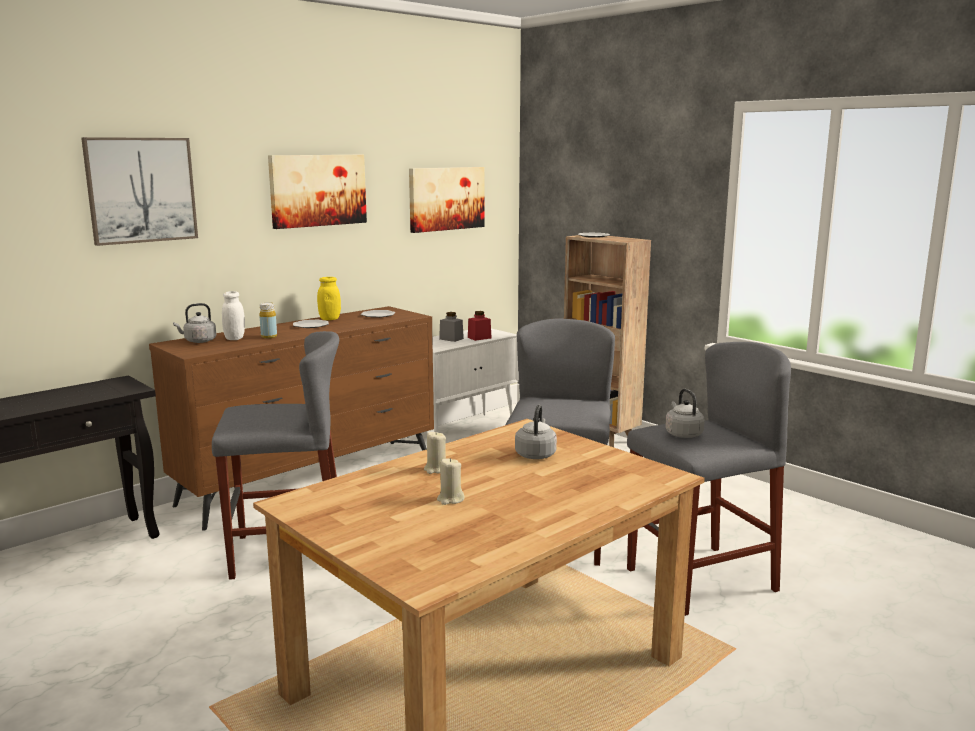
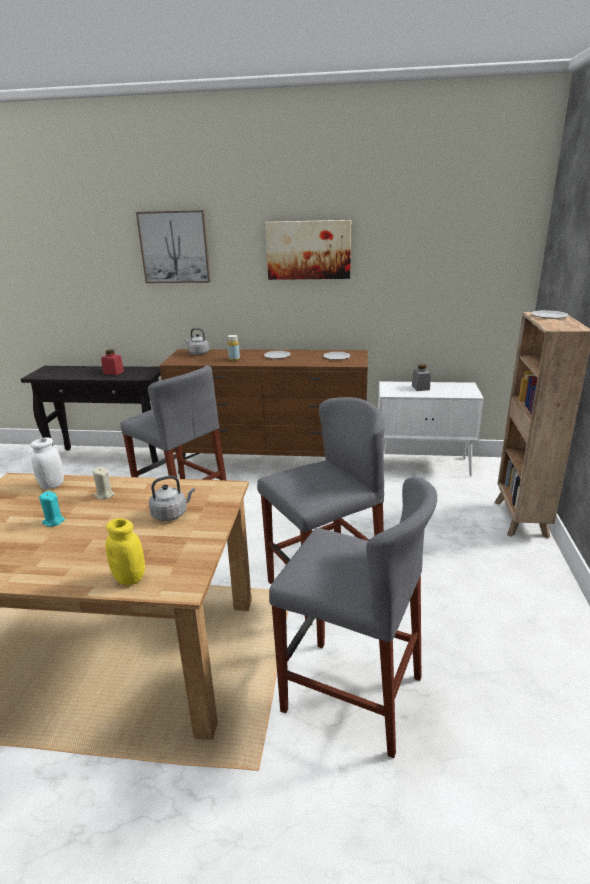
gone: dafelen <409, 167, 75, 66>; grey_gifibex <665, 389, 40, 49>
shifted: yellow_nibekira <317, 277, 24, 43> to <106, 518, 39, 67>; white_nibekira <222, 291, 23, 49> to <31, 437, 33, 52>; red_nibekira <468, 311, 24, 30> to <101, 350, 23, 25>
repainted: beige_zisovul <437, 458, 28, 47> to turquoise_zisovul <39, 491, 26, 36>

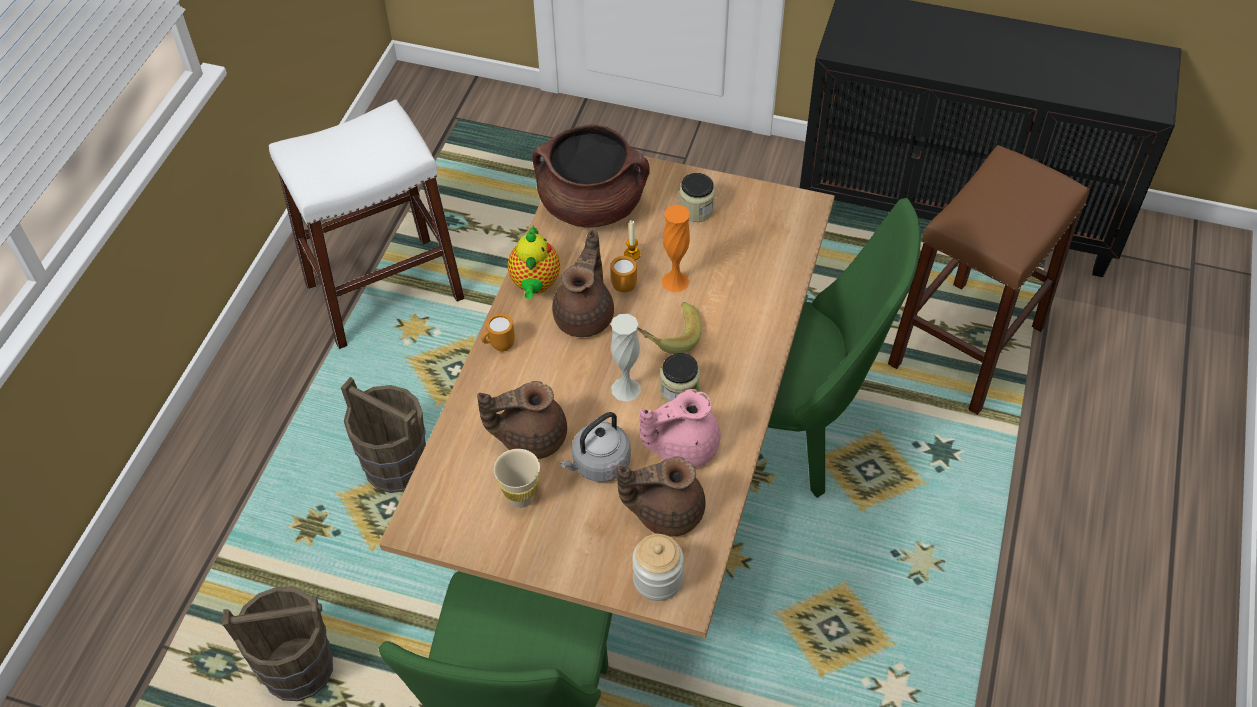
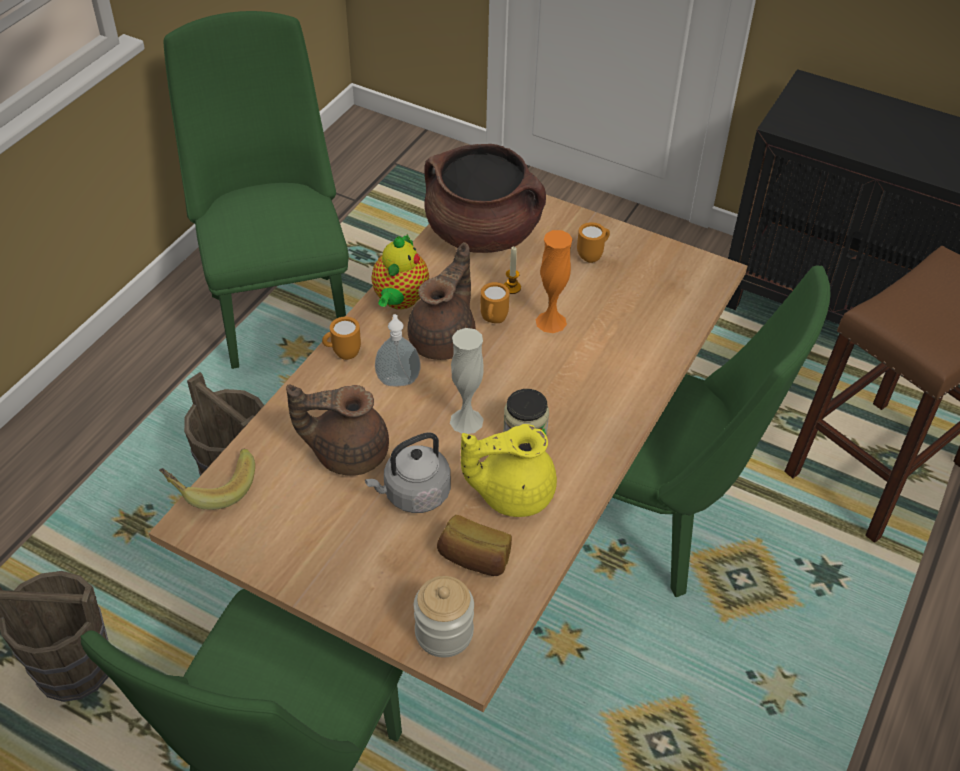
gone: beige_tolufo <494, 449, 46, 59>
new: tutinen <375, 314, 45, 72>
shifted: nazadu <637, 302, 65, 52> to <159, 449, 96, 61>
swapped: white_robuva <269, 100, 196, 249> to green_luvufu <164, 11, 185, 358>; nibekira <679, 173, 36, 49> to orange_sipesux <577, 222, 33, 41>; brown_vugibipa <618, 456, 88, 81> to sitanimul <437, 515, 75, 61>
repainted: pink_vugibipa <640, 389, 81, 79> to yellow_vugibipa <461, 424, 96, 93>

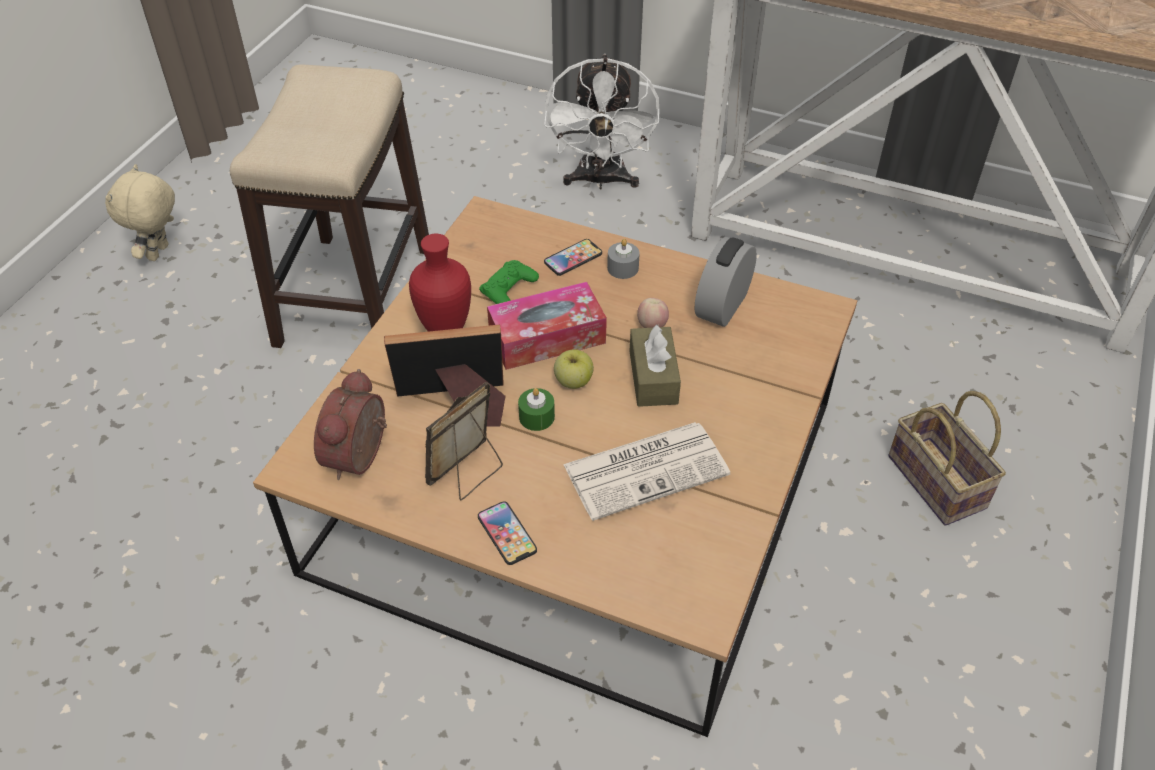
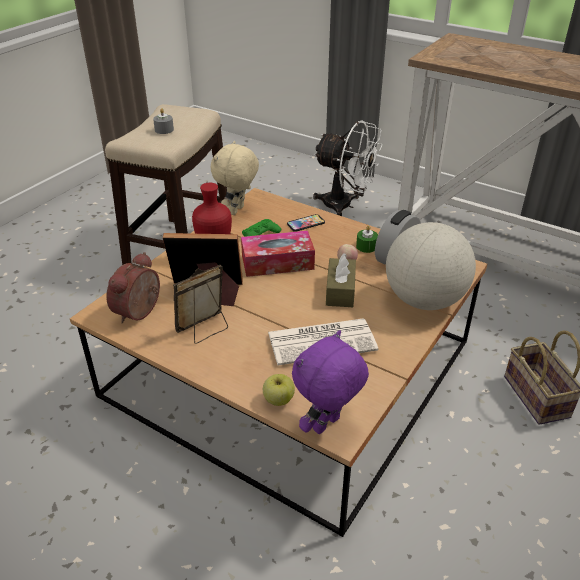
gone: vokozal <478, 501, 59, 64>
new: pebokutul <386, 222, 90, 88>; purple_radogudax <292, 330, 77, 104>
shifted: beige_radogudax <105, 164, 70, 97> to <211, 141, 48, 74>; grey_zisovul <607, 239, 33, 40> to <153, 108, 21, 26>; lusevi <554, 349, 40, 40> to <263, 374, 32, 32>; green_zisovul <518, 388, 37, 43> to <356, 225, 22, 28>
rotated: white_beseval <544, 53, 116, 137> = <313, 121, 69, 95> 75 degrees counterclockwise

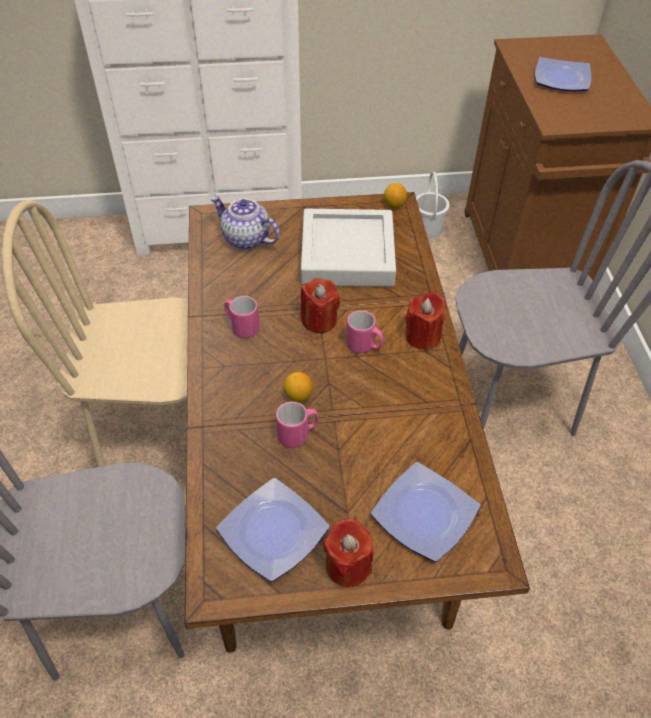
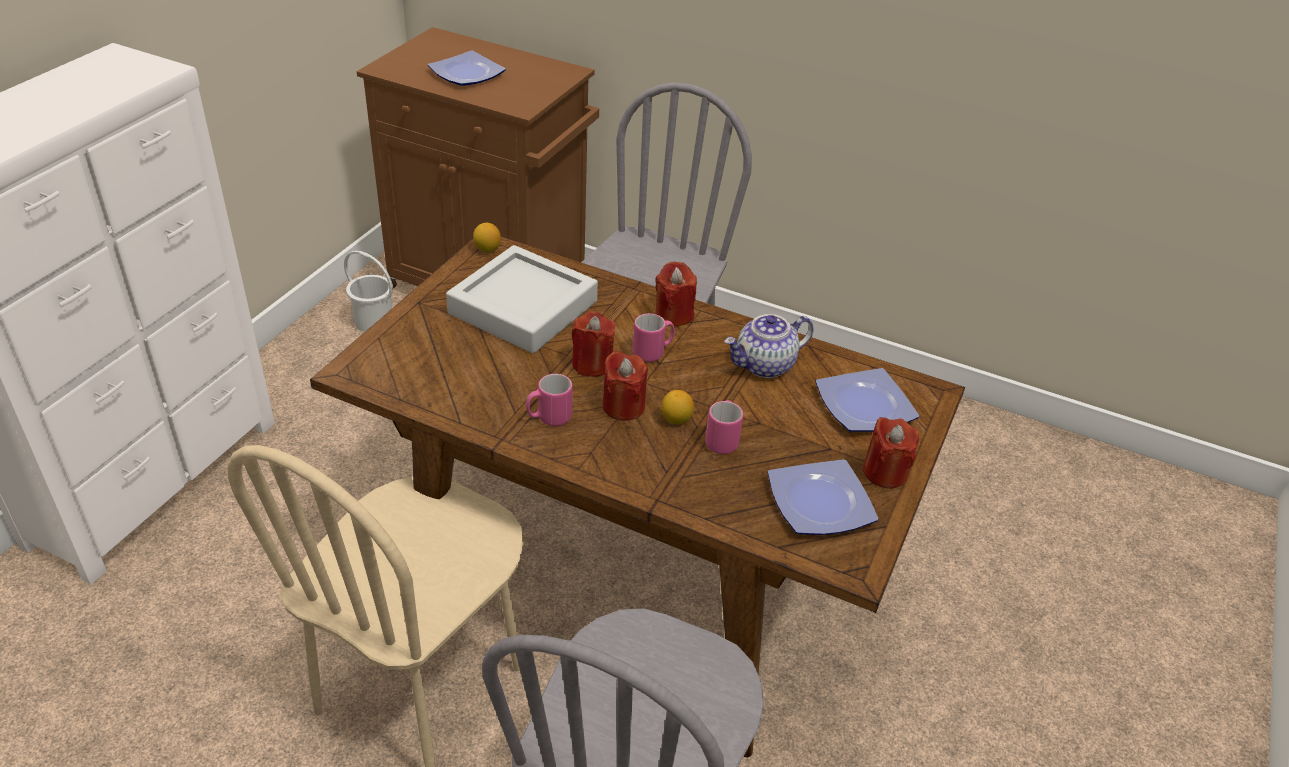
new: red_zisovul <603, 351, 45, 70>
shifted: vugibipa <211, 196, 69, 54> to <724, 314, 90, 64>

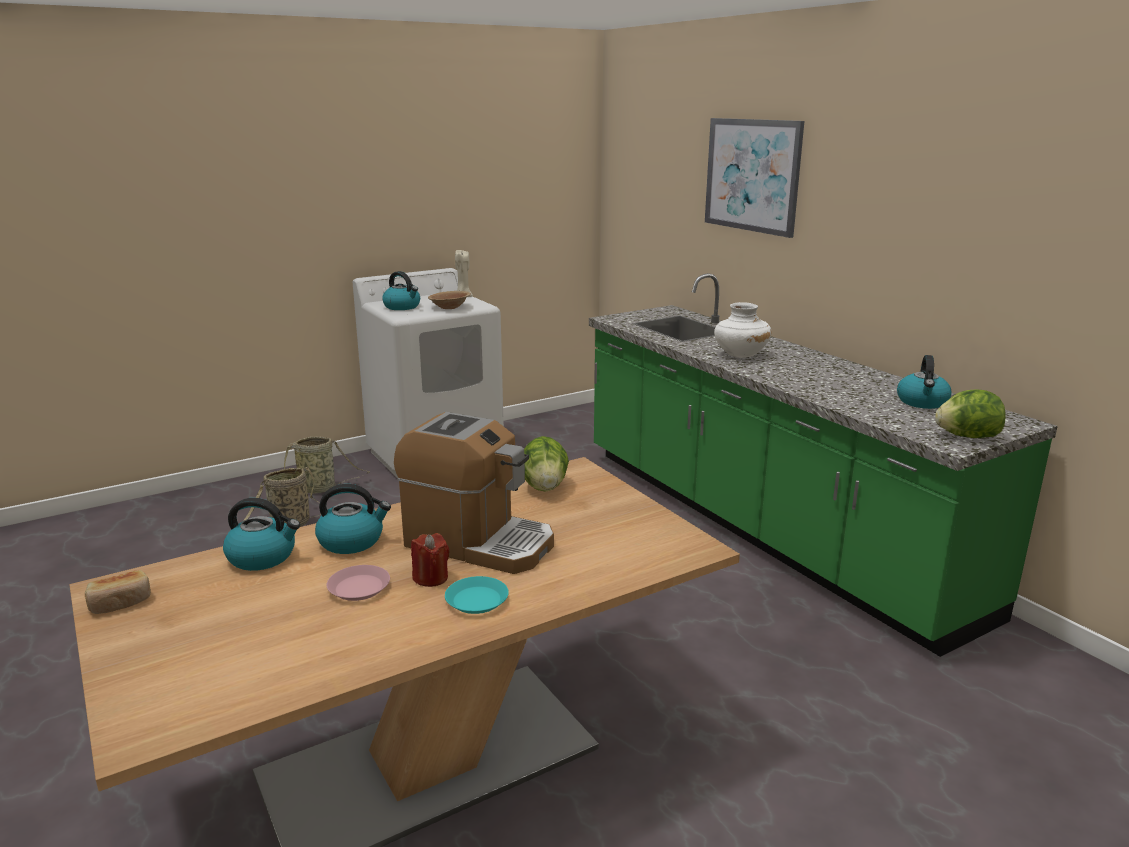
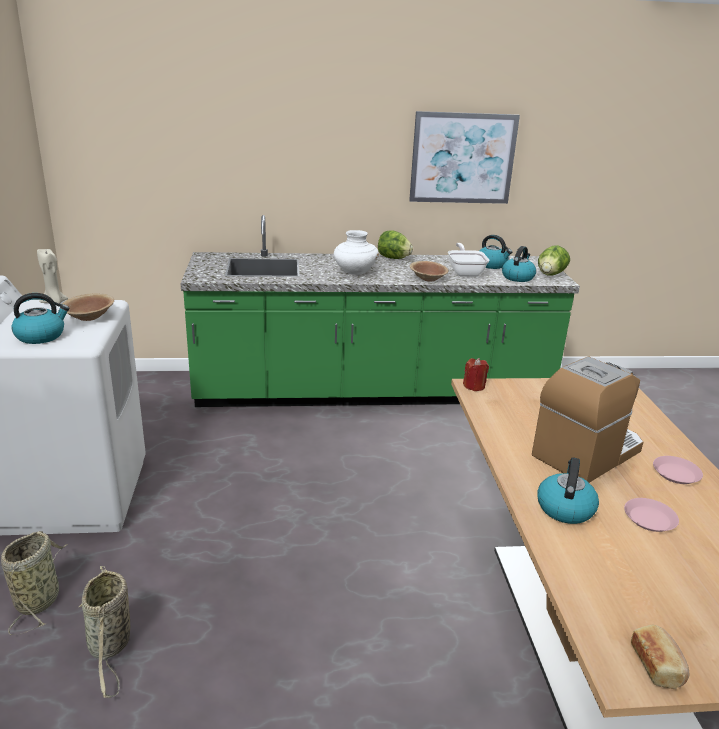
new: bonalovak <448, 243, 41, 34>; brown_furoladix <410, 261, 39, 21>
shifted: dafelen <705, 118, 99, 120> to <409, 111, 111, 93>; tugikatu <524, 436, 45, 56> to <378, 230, 35, 29>; gifibex <223, 498, 77, 73> to <502, 246, 34, 36>; red_zisovul <411, 533, 38, 54> to <463, 358, 26, 33>
repainted: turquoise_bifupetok <445, 576, 64, 38> to pink_bifupetok <653, 456, 50, 28>

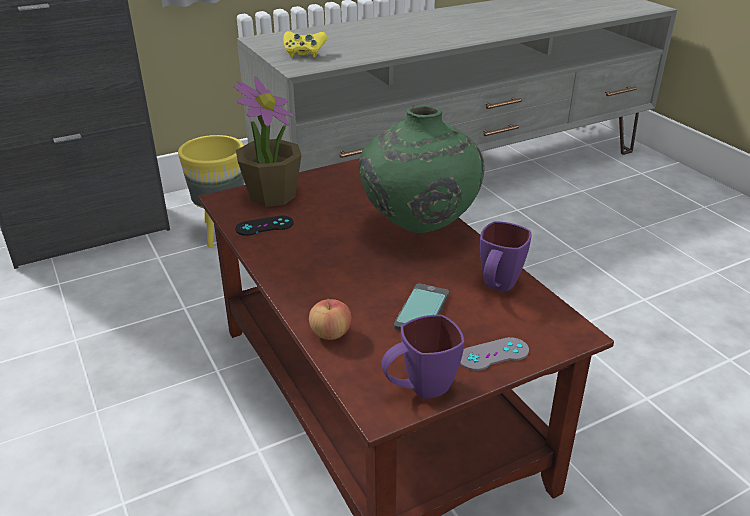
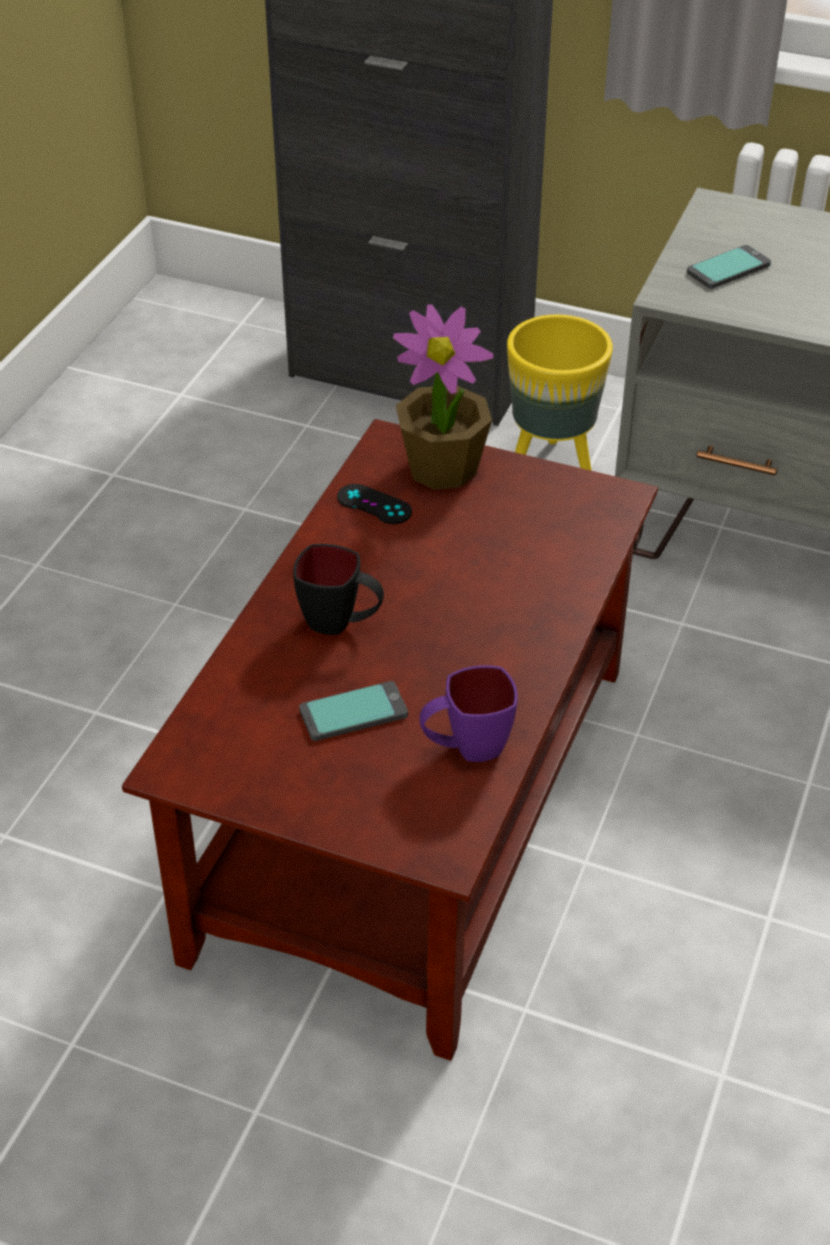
gone: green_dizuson <359, 106, 126, 127>; lusevi <309, 299, 42, 41>; purple_sipesux <381, 315, 83, 84>; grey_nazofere <460, 337, 69, 34>
new: black_sipesux <293, 544, 91, 91>
swapped: yellow_nazofere <283, 31, 44, 27> to vokozal <687, 245, 84, 44>

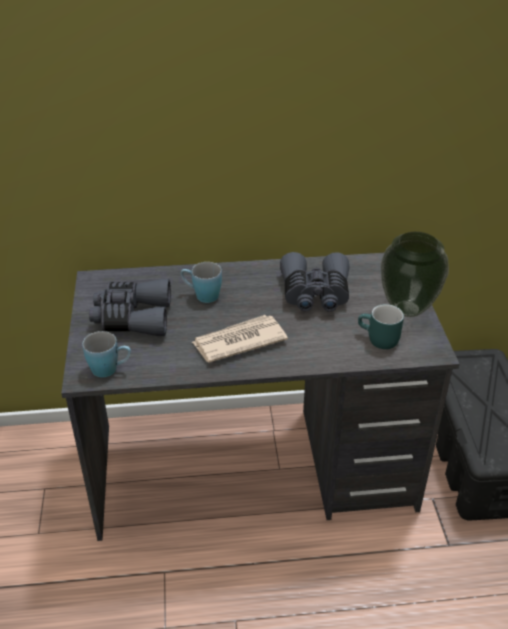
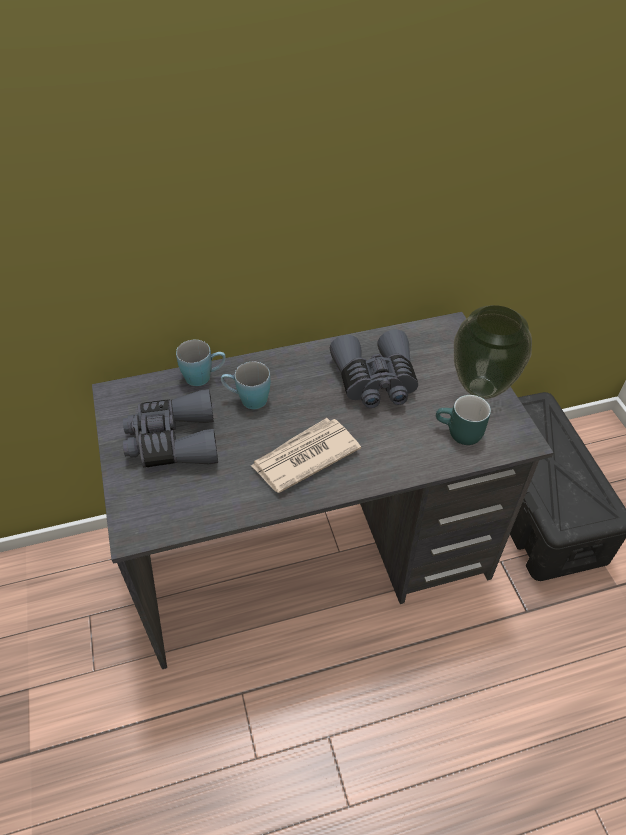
shifted: blue_sipesux <82, 331, 49, 47> to <176, 340, 50, 46>

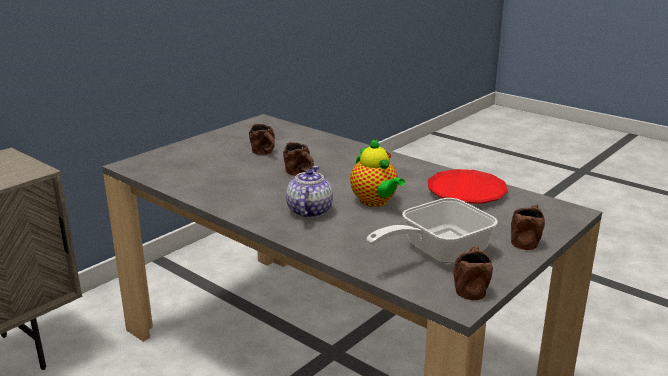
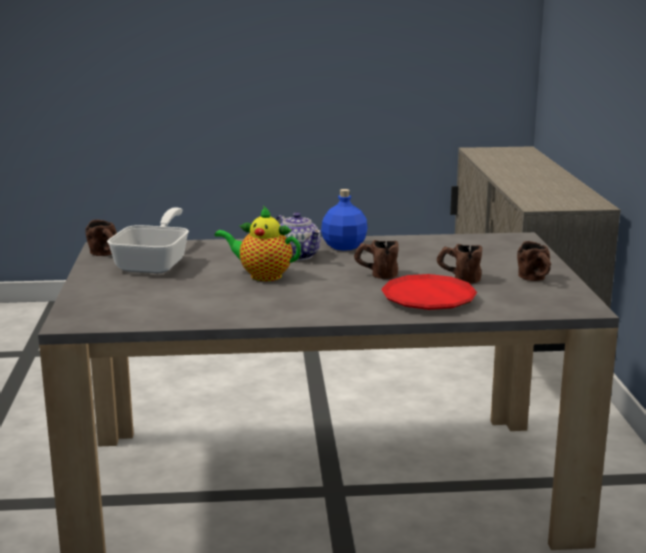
new: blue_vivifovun <321, 189, 46, 62>
shifted: red_bifupetok <428, 169, 80, 35> to <381, 274, 96, 36>; brown_sipesux <511, 205, 34, 45> to <517, 241, 34, 40>

